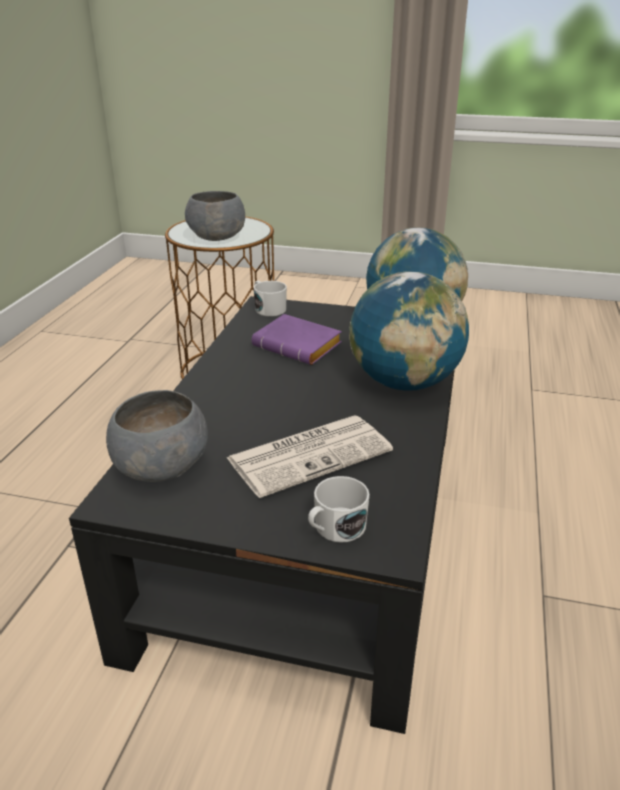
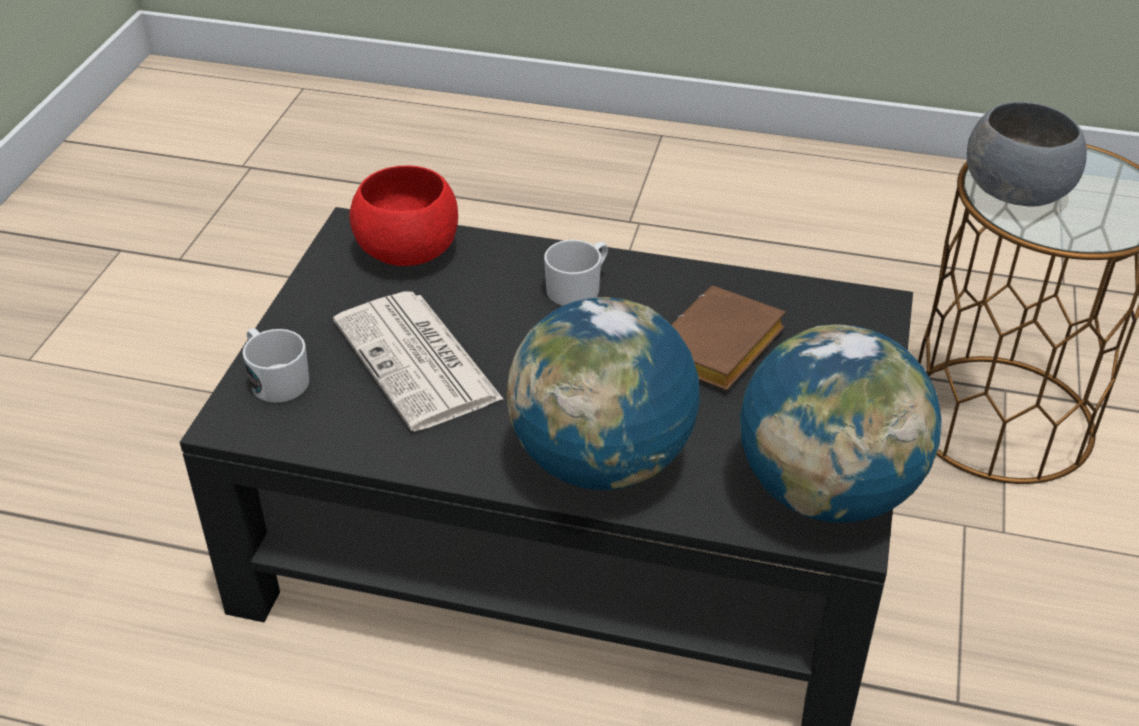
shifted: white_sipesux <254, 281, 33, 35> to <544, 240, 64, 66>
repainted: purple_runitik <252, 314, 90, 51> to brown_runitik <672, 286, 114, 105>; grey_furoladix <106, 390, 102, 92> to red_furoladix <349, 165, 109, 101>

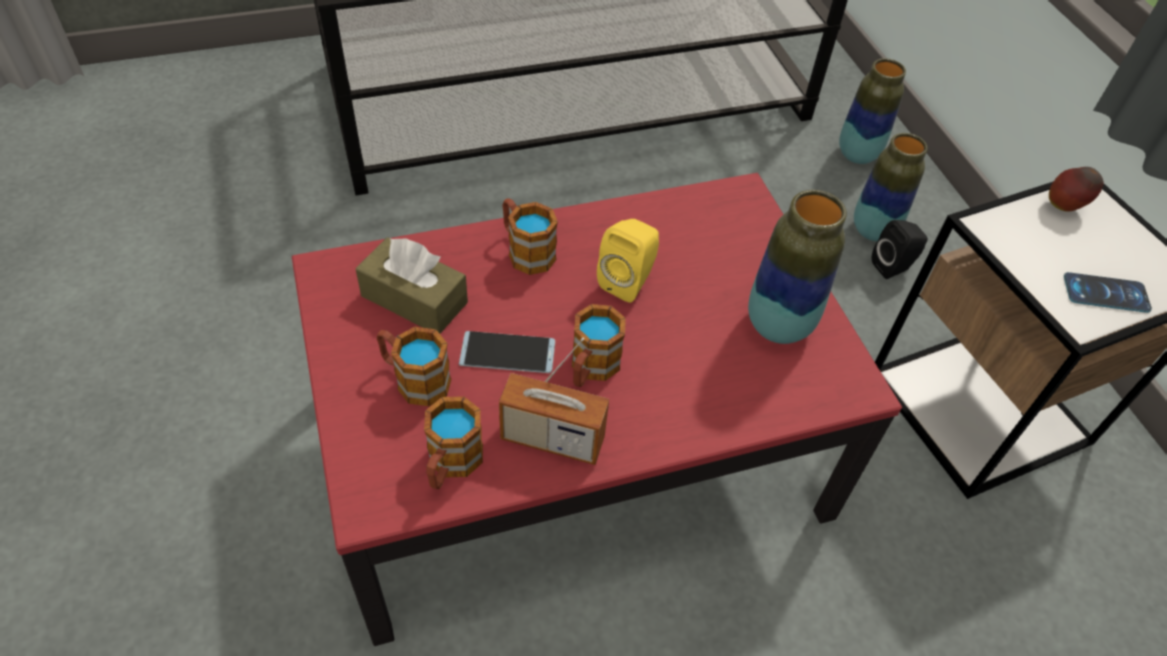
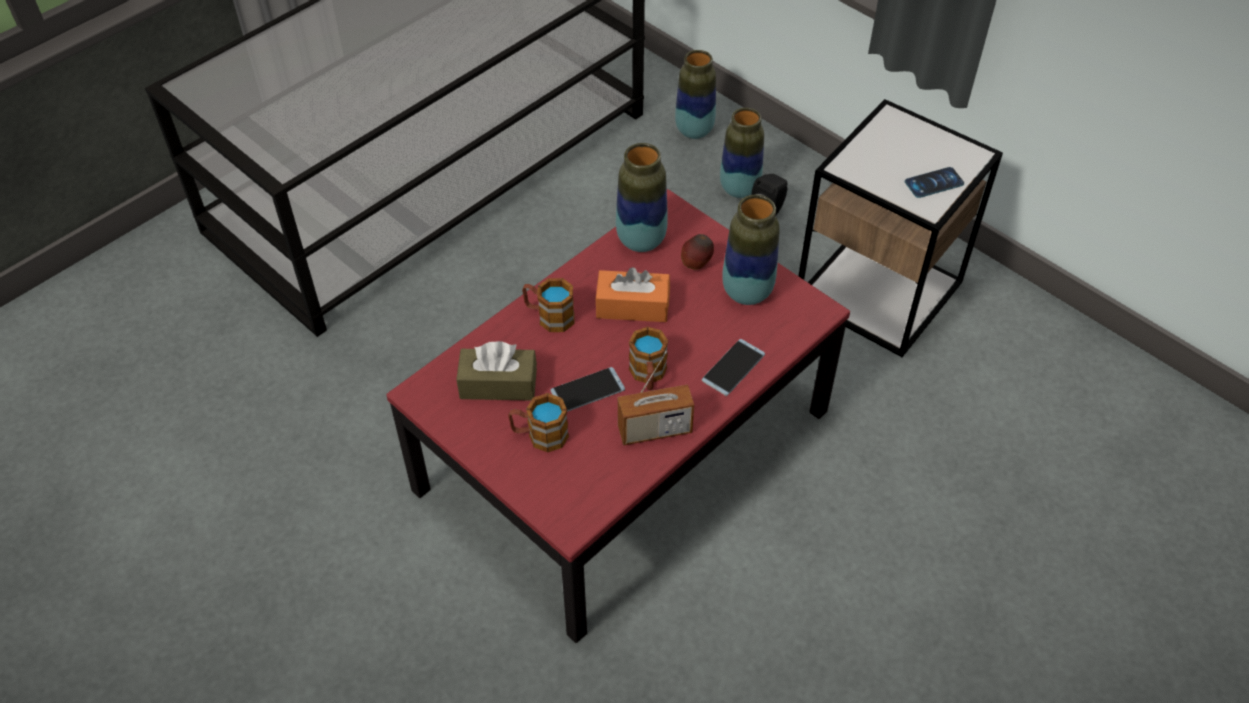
gone: sipesux <424, 396, 59, 93>
new: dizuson <616, 143, 52, 109>; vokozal <702, 339, 63, 57>
shifted: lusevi <1049, 167, 55, 45> to <681, 234, 33, 36>
swapped: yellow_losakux <597, 219, 62, 84> to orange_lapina <595, 267, 75, 55>

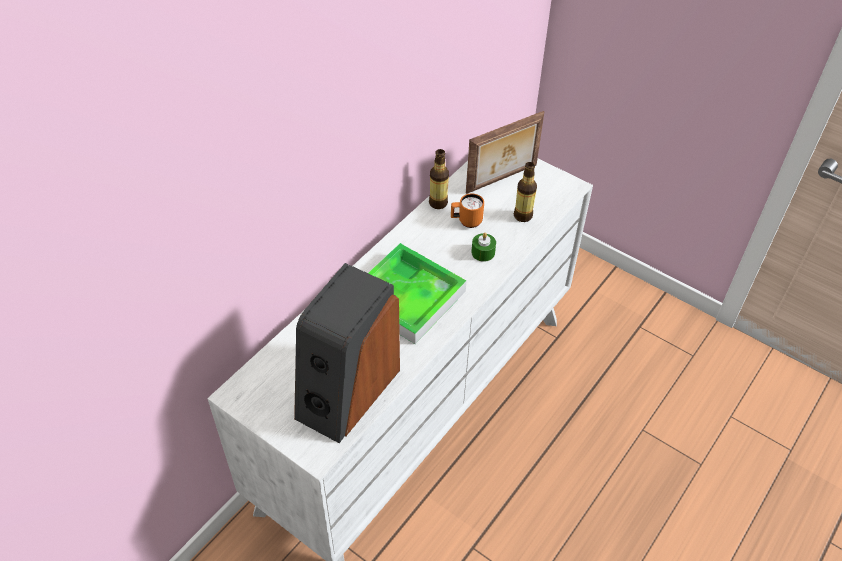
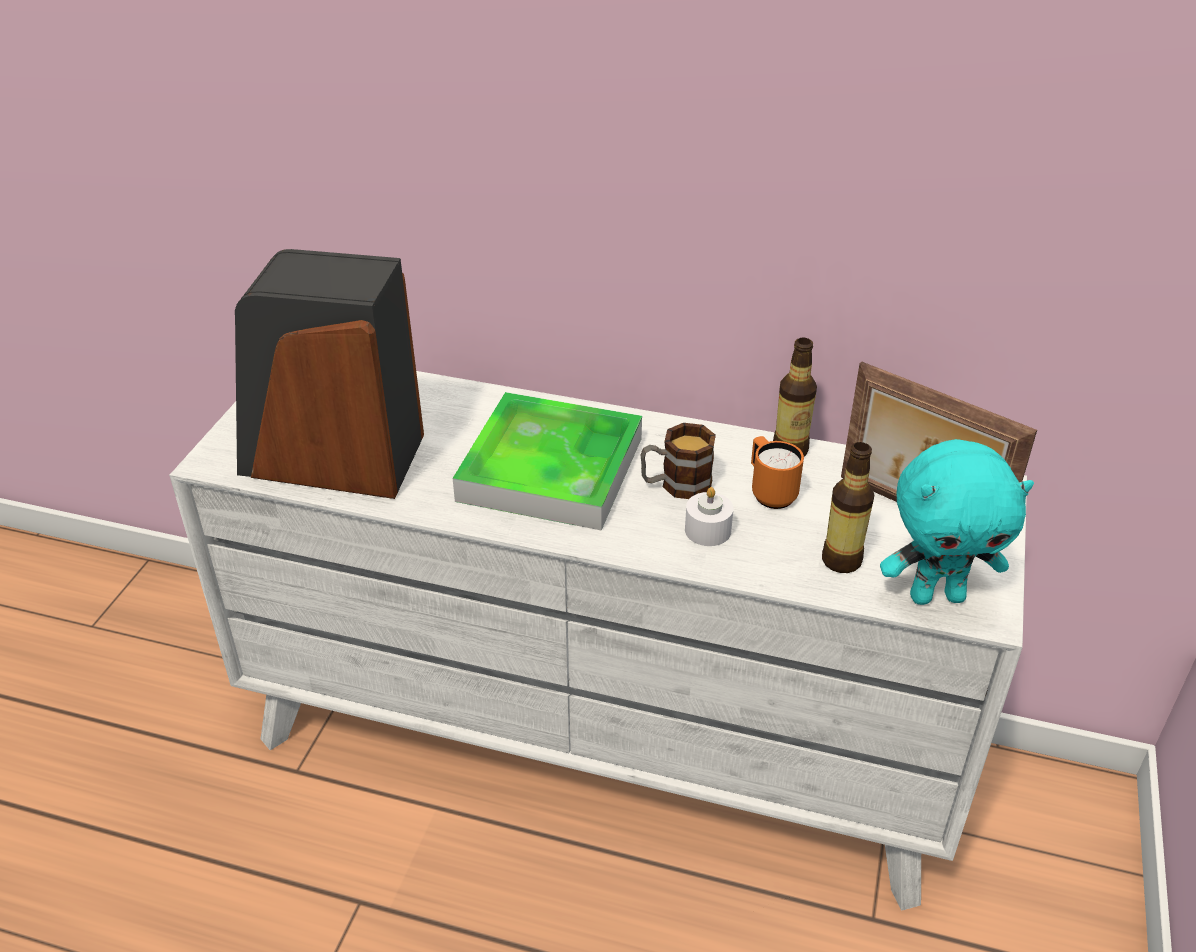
new: sipesux <641, 423, 75, 76>; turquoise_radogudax <880, 439, 154, 166>
repainted: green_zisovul <471, 233, 25, 29> to white_zisovul <685, 487, 48, 59>

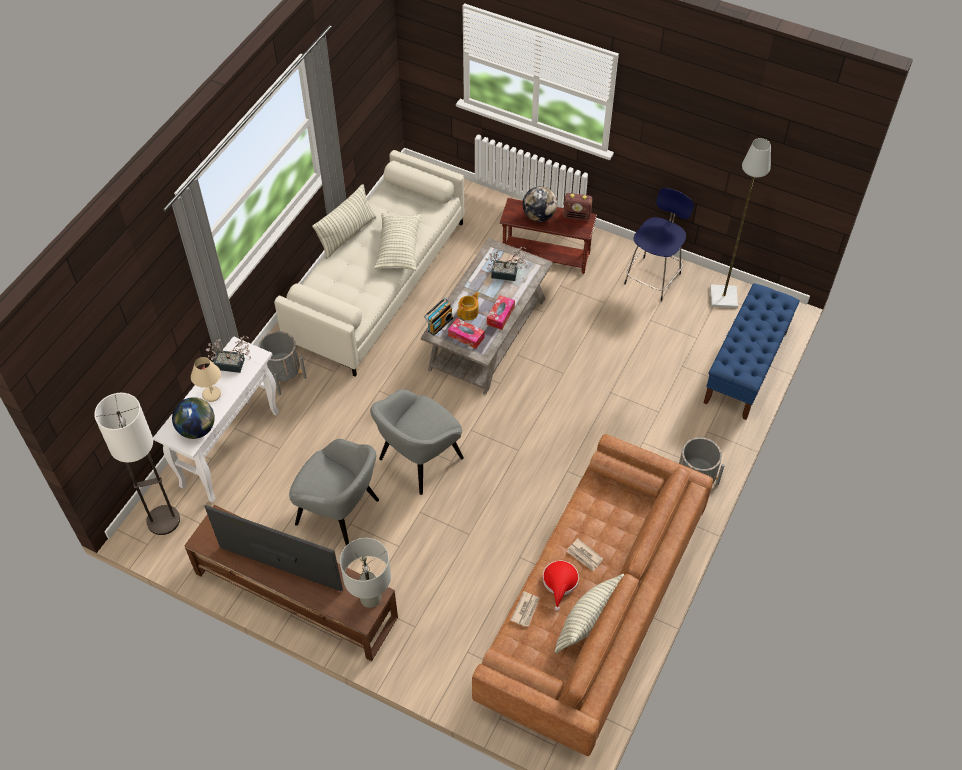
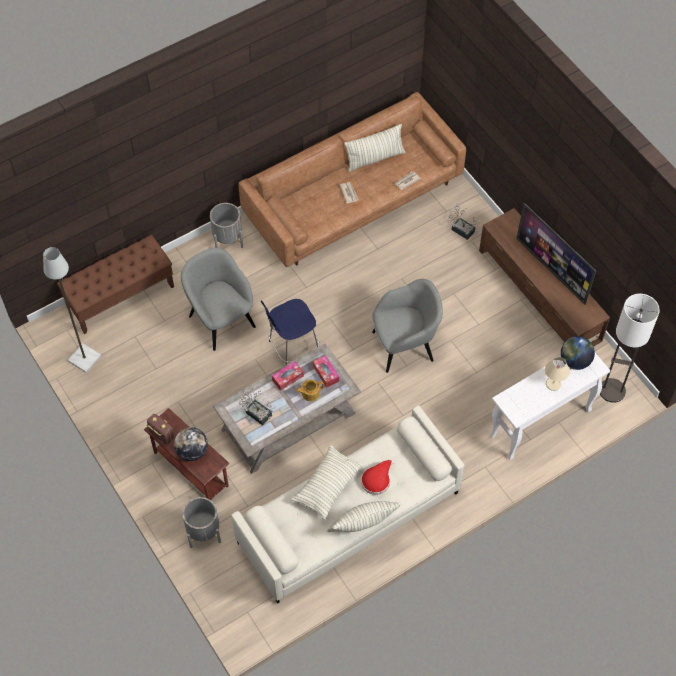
gone: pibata <424, 298, 29, 38>; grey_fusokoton <340, 538, 51, 70>
shifted: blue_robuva <624, 188, 70, 113> to <261, 299, 59, 66>; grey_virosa <258, 331, 49, 64> to <182, 497, 39, 51>; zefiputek <206, 336, 45, 37> to <447, 203, 34, 37>; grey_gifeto <289, 439, 90, 106> to <181, 248, 75, 103>; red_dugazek <543, 560, 36, 51> to <361, 460, 33, 35>
repainted: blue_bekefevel <704, 283, 96, 137> to brown_bekefevel <57, 235, 117, 99>

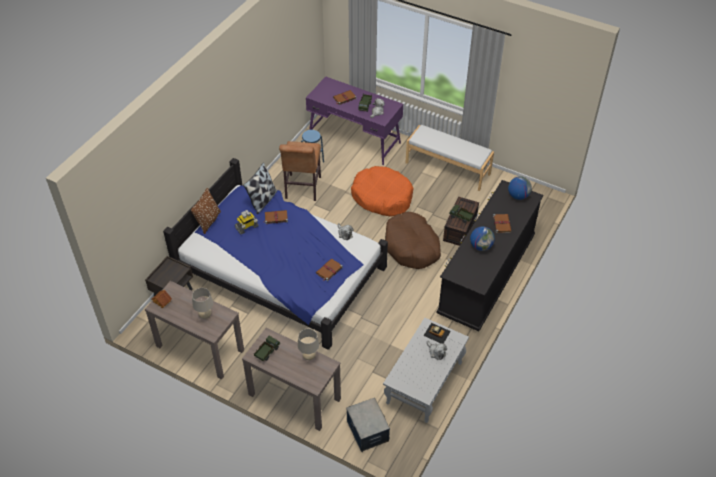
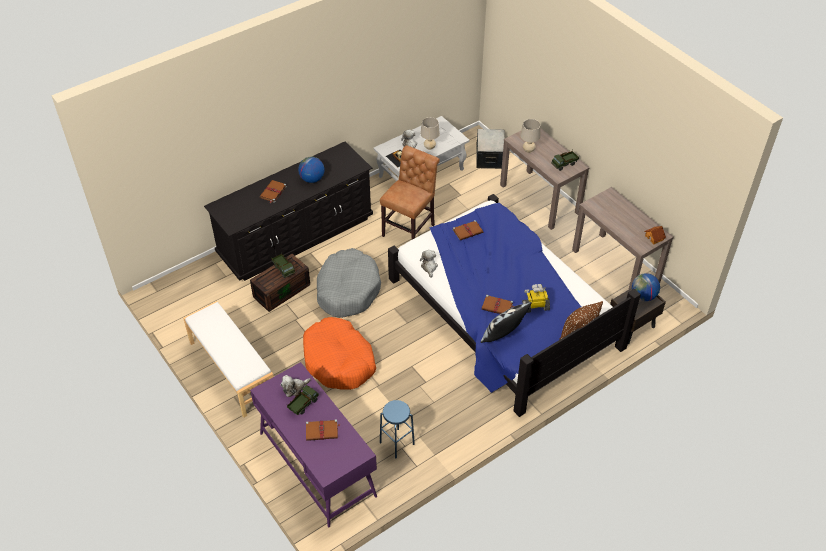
shifted: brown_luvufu <279, 141, 42, 60> to <380, 146, 60, 94>; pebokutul <508, 176, 24, 24> to <632, 273, 28, 28>; beige_fusokoton <192, 288, 21, 31> to <420, 117, 20, 33>
repainted: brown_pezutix <385, 212, 56, 57> to grey_pezutix <317, 248, 64, 70>

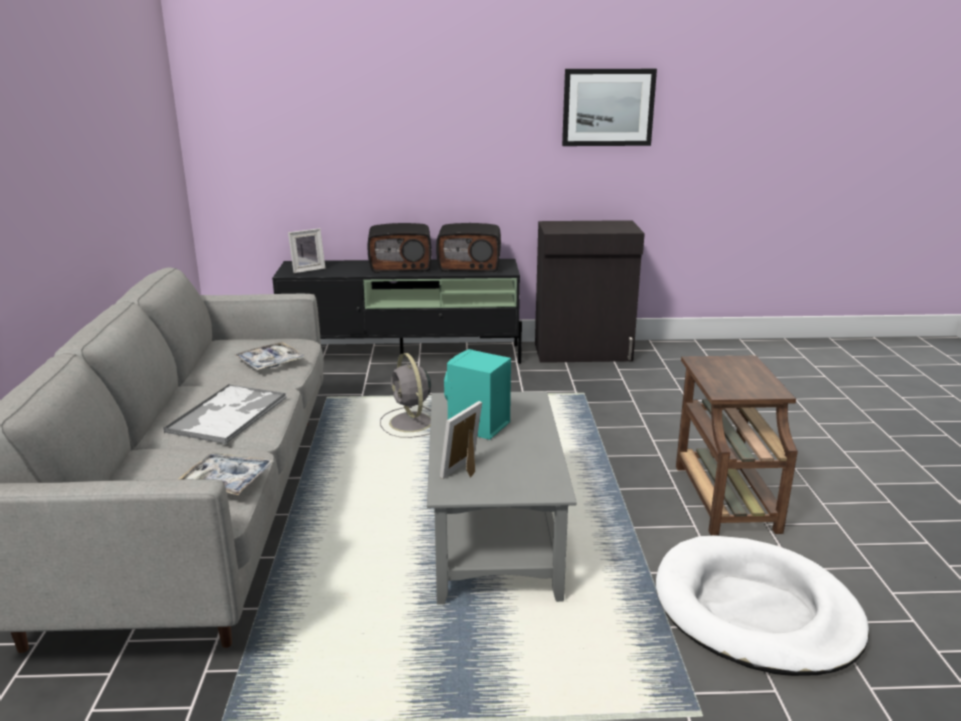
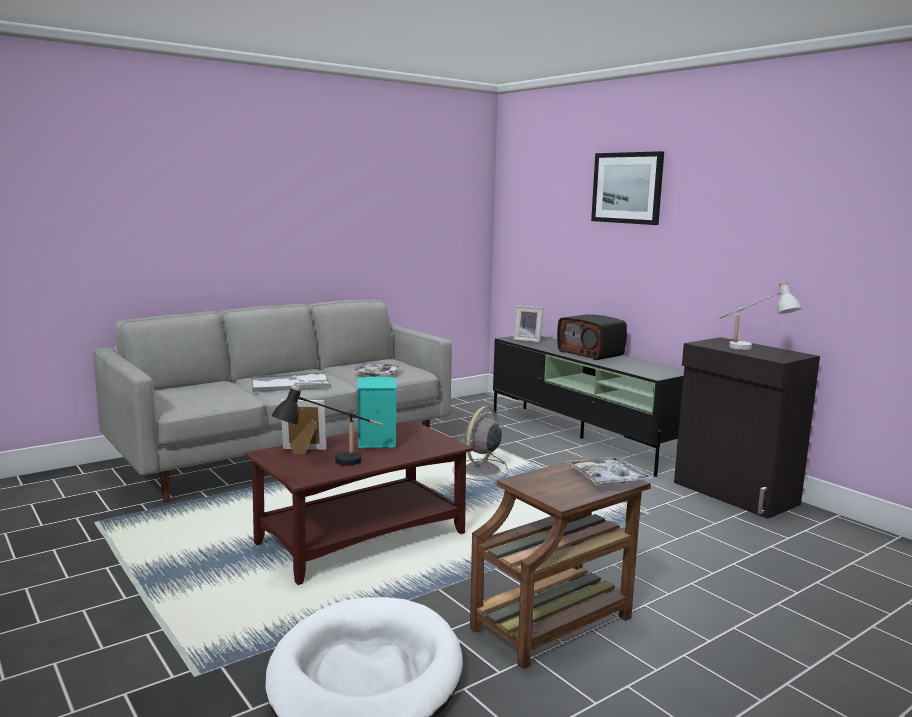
gone: pibata <436, 223, 65, 49>
new: white_fusokoton <719, 282, 82, 68>; black_fusokoton <272, 385, 111, 81>
shifted: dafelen <562, 69, 95, 77> to <591, 151, 73, 74>; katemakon <178, 453, 96, 42> to <565, 457, 89, 28>
repainted: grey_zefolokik <427, 391, 150, 214> to brown_zefolokik <244, 420, 229, 165>

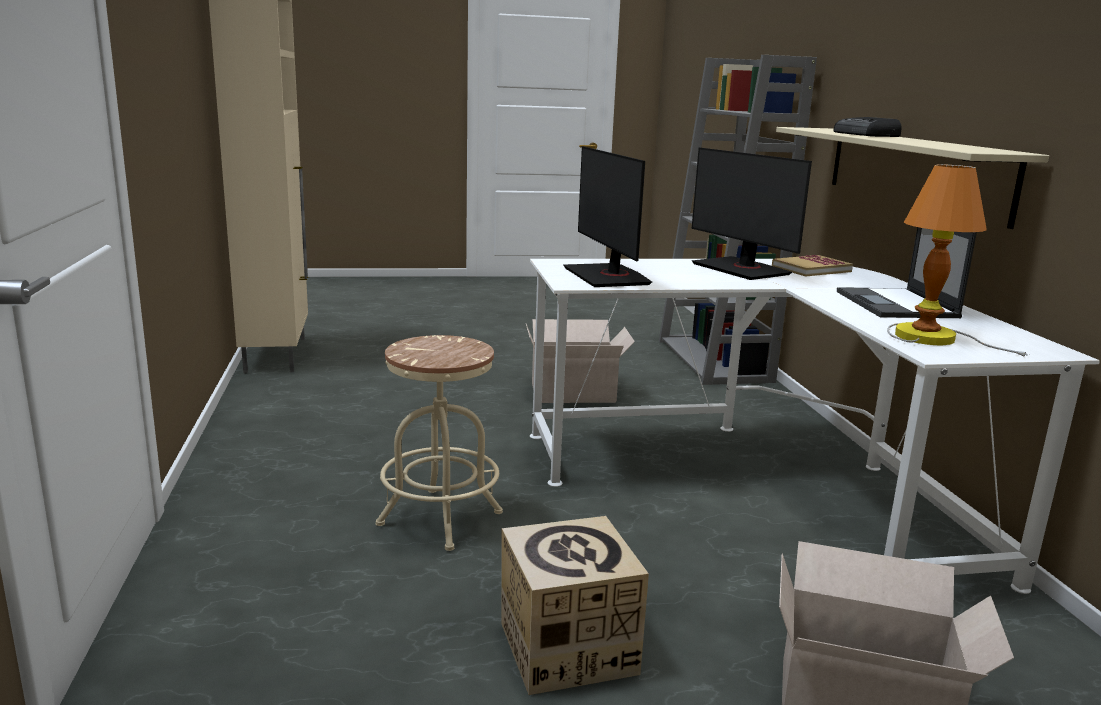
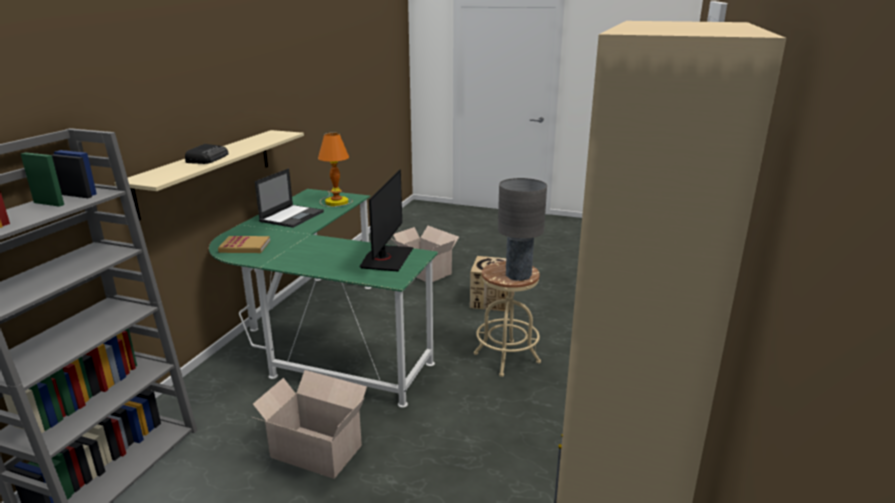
gone: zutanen <691, 147, 121, 133>
new: grey_fusokoton <498, 178, 49, 103>
repainted: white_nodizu <530, 259, 570, 335> to green_nodizu <209, 189, 229, 219>

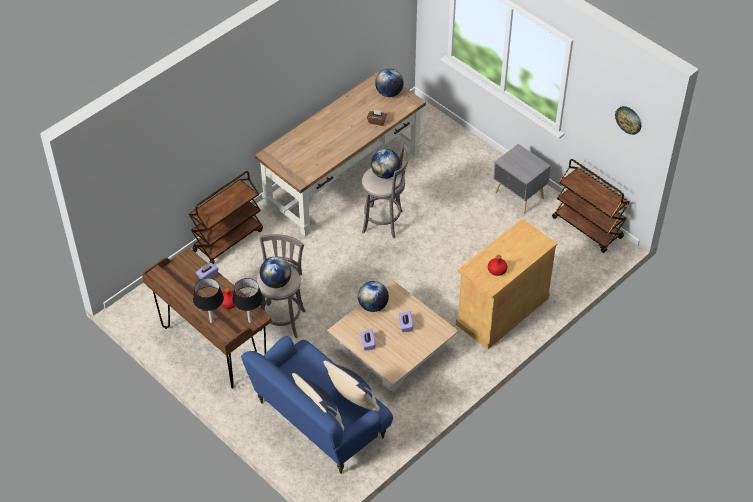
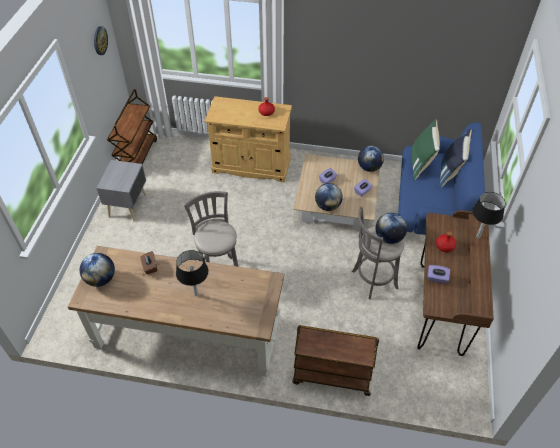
shifted: pebokutul <371, 149, 29, 30> to <358, 146, 26, 26>; black_fusokoton <232, 278, 31, 45> to <176, 250, 33, 46>
repainted: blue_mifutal <323, 361, 57, 51> to green_mifutal <412, 119, 28, 61>

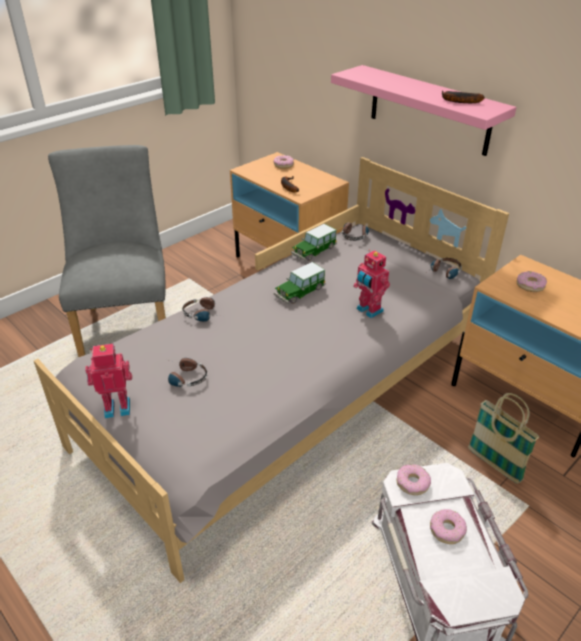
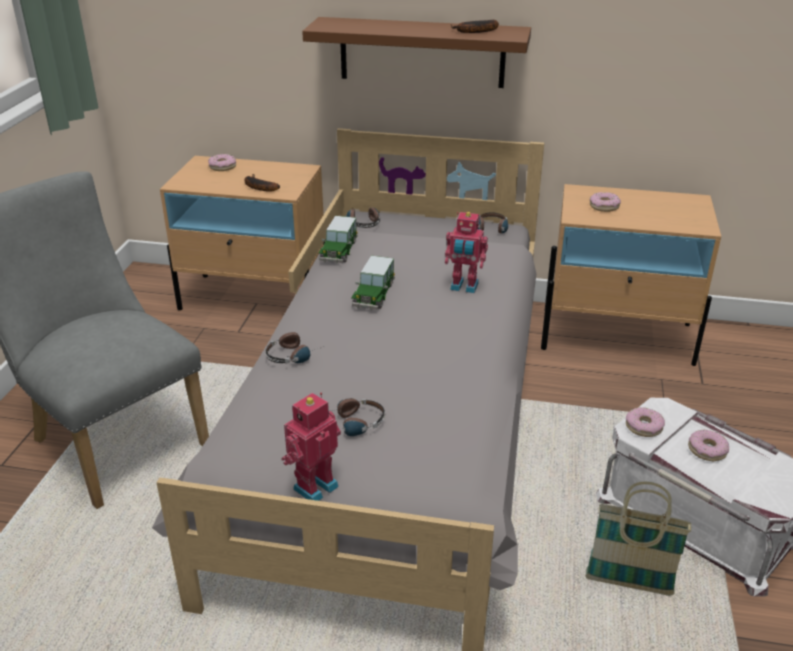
shifted: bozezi <468, 393, 71, 91> to <585, 482, 106, 114>
repainted: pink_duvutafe <331, 65, 186, 91> to brown_duvutafe <302, 17, 229, 71>

